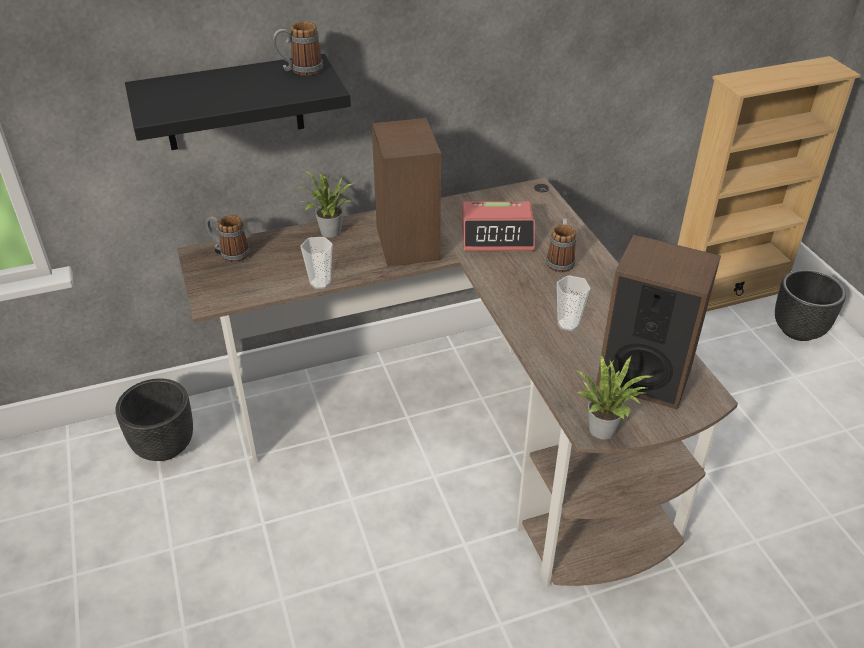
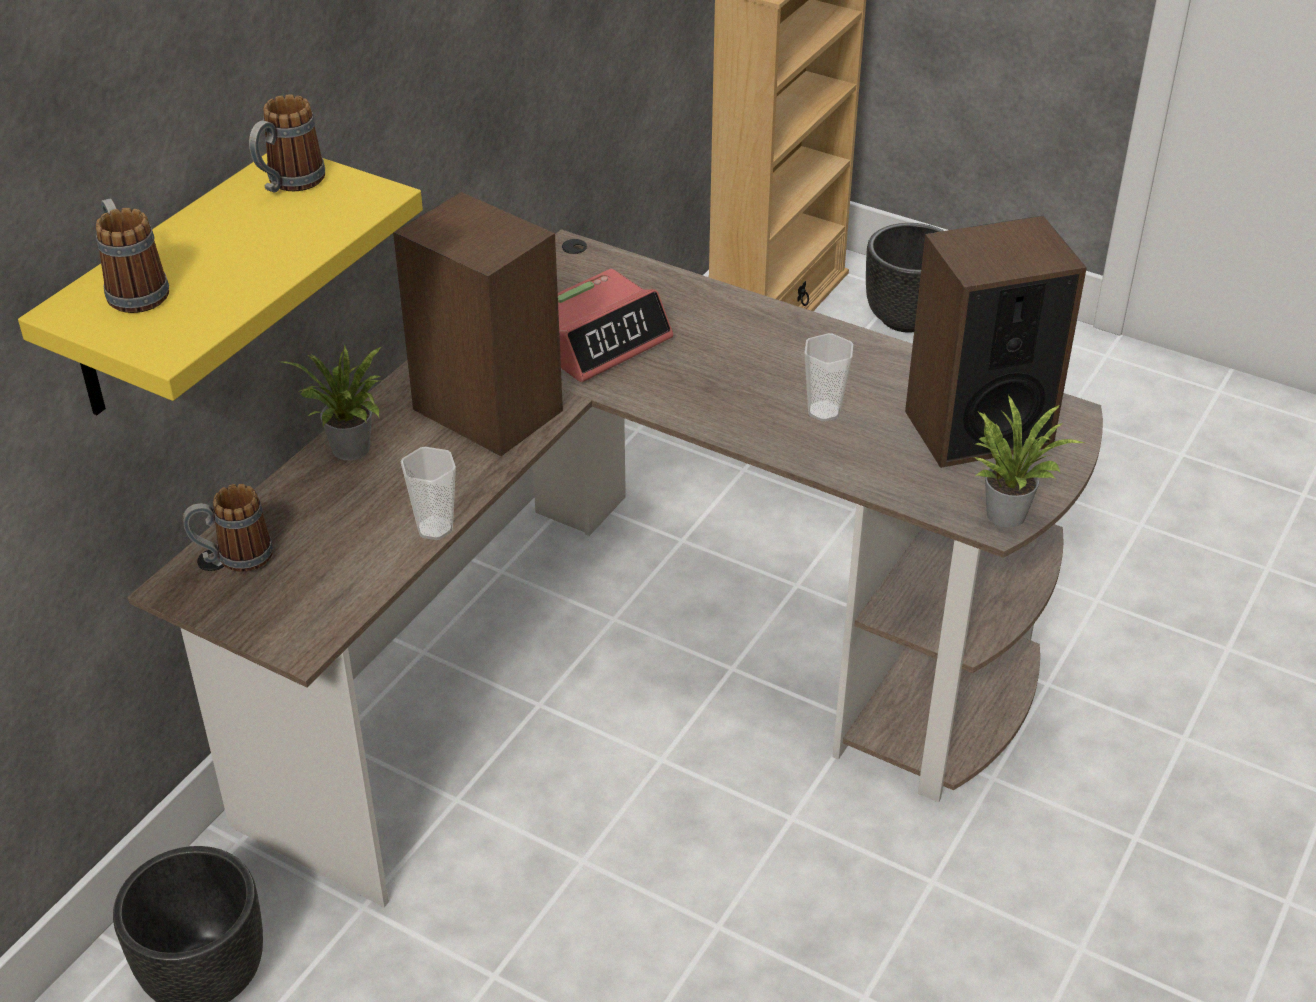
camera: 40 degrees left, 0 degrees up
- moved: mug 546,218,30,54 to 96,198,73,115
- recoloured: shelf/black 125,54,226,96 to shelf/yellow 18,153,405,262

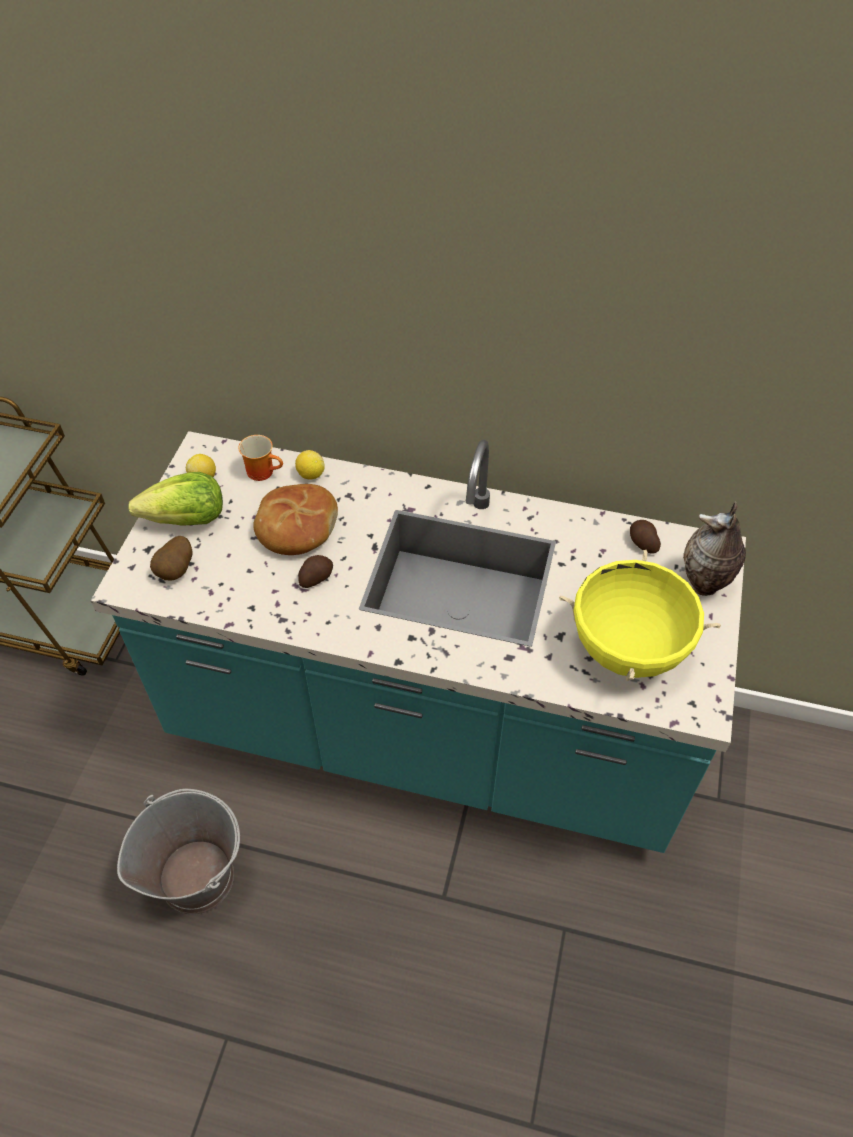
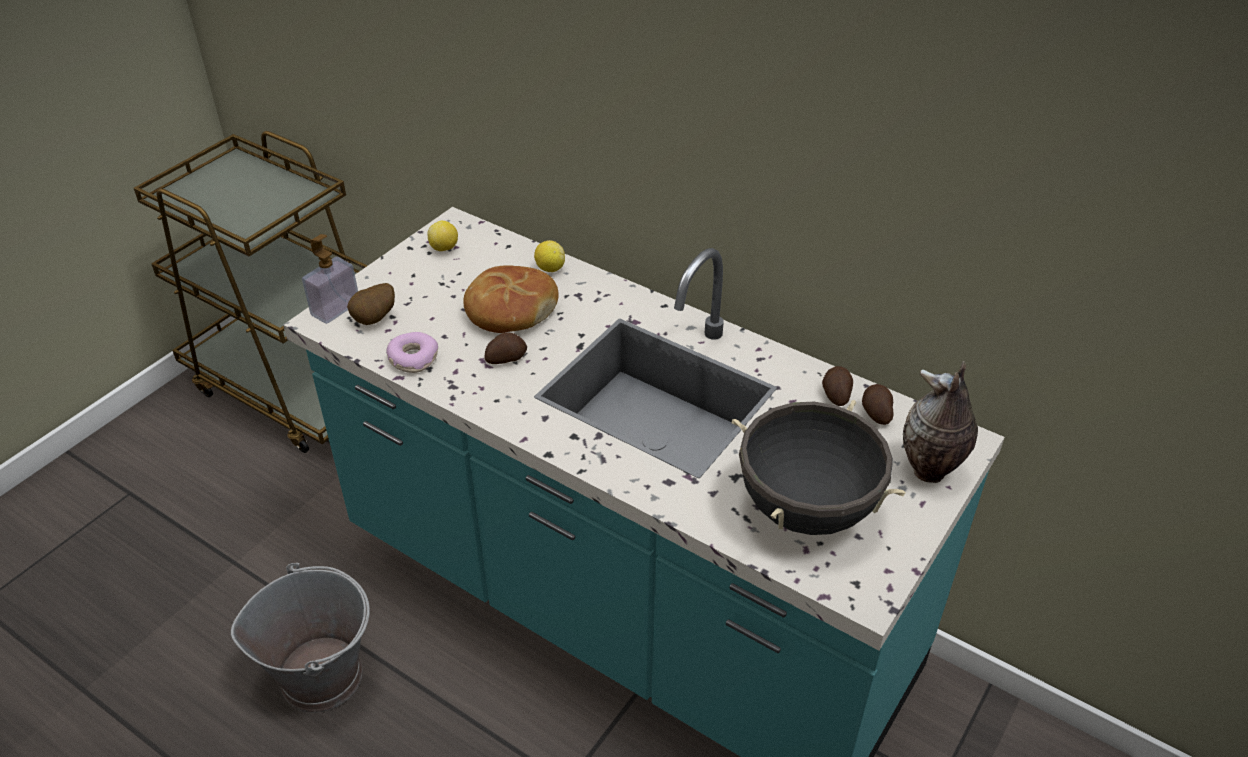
camera: 20 degrees right, 10 degrees down
- removed: lettuce 129,472,94,54
- removed: mug 239,435,44,46
- added: soap dispenser 302,234,56,90
- added: donut 386,332,52,41
- added: potato 822,366,31,40
- recoloured: cooking pot/yellow 559,550,162,131 to cooking pot/black 732,400,174,135

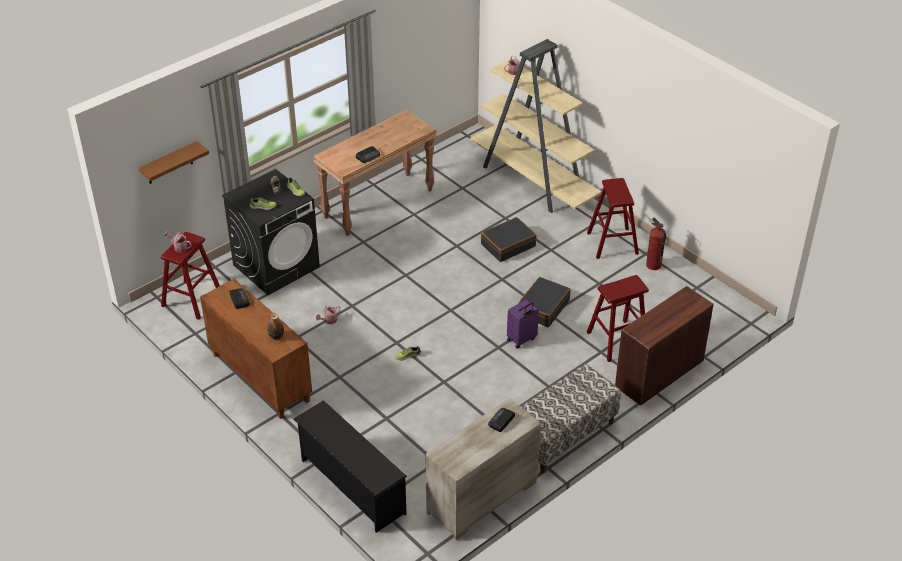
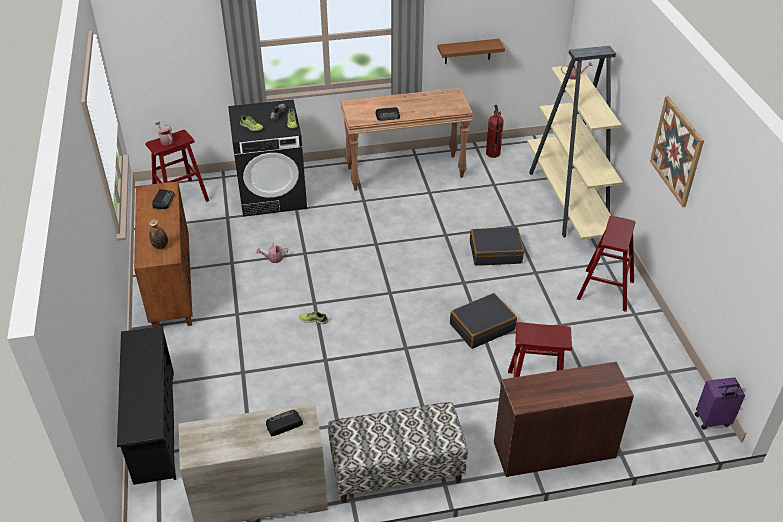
camera: 30 degrees right, 0 degrees up
- added: picture 650,96,54,111
- moved: shelf/brown 138,141,71,43 to 438,39,67,25
- moved: suitcase/purple 507,299,32,50 to 695,377,50,53
- moved: fire extinguisher 646,218,20,52 to 486,105,18,53

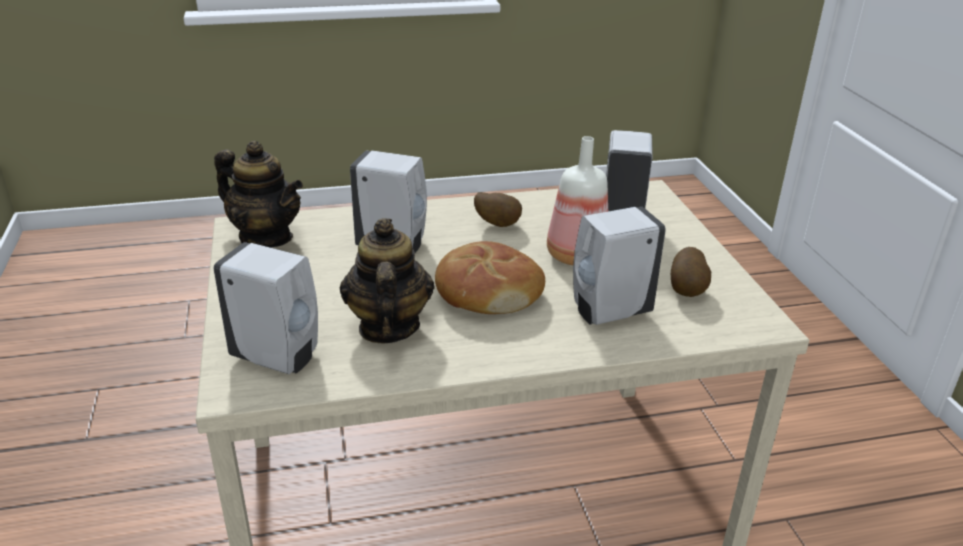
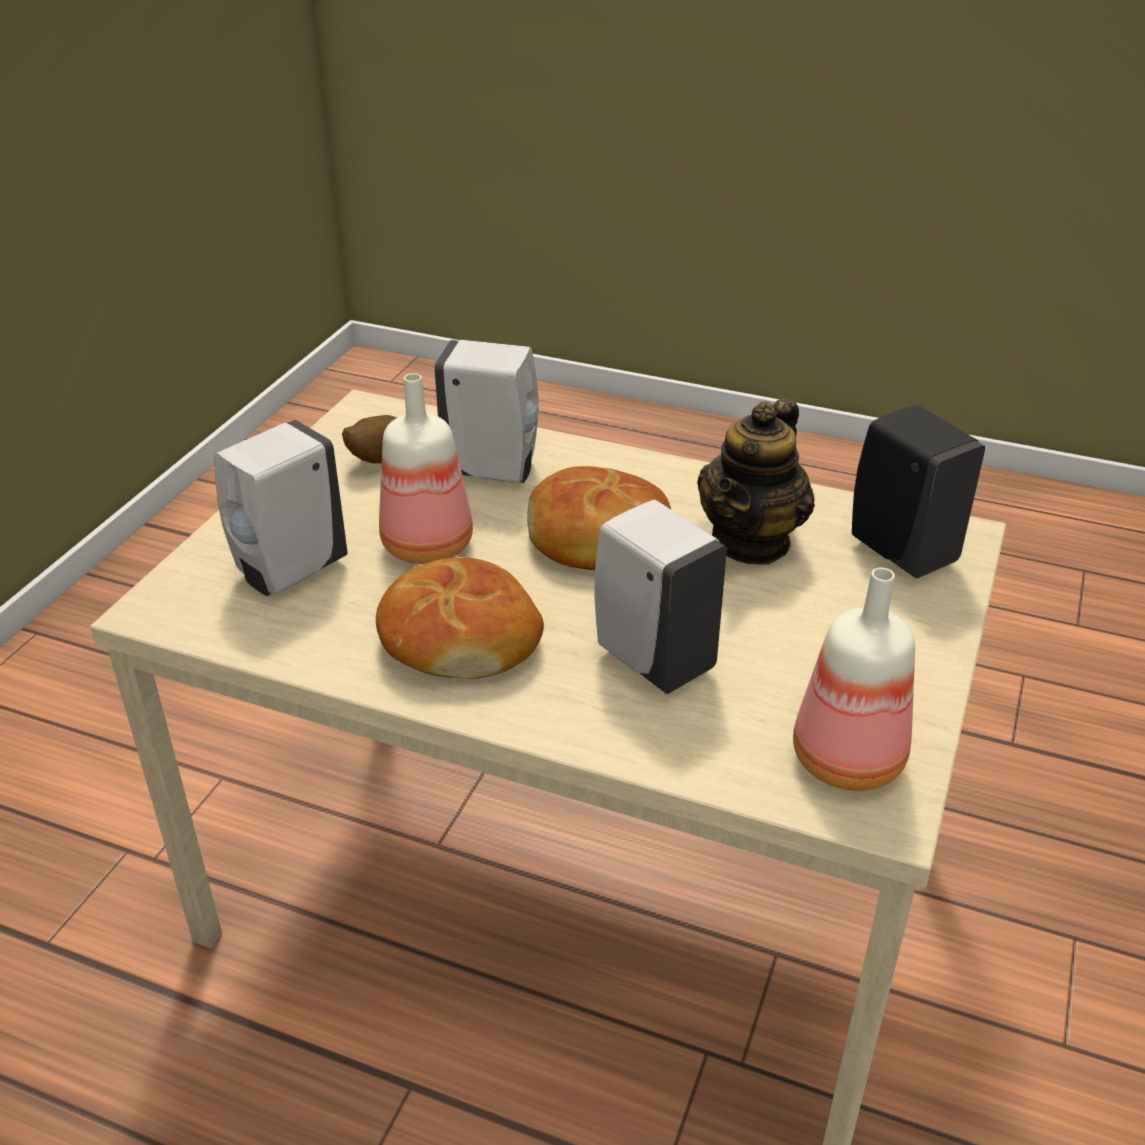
camera: 145 degrees left, 5 degrees up
- replaced: teapot 214,141,89,107 to bottle 793,568,122,223
- replaced: potato 474,192,48,35 to bread 376,557,168,122
- recoloured: soap dispenser/white 214,242,104,132 to soap dispenser/black 852,405,133,174

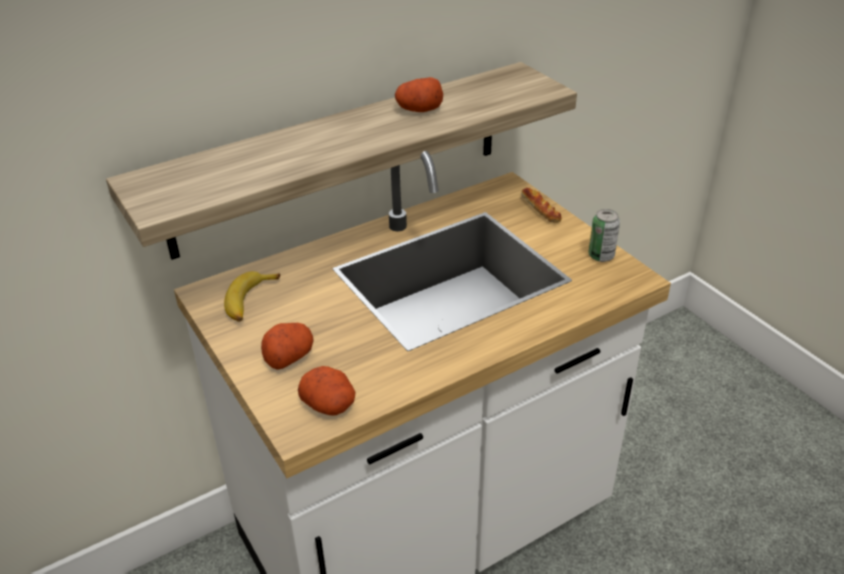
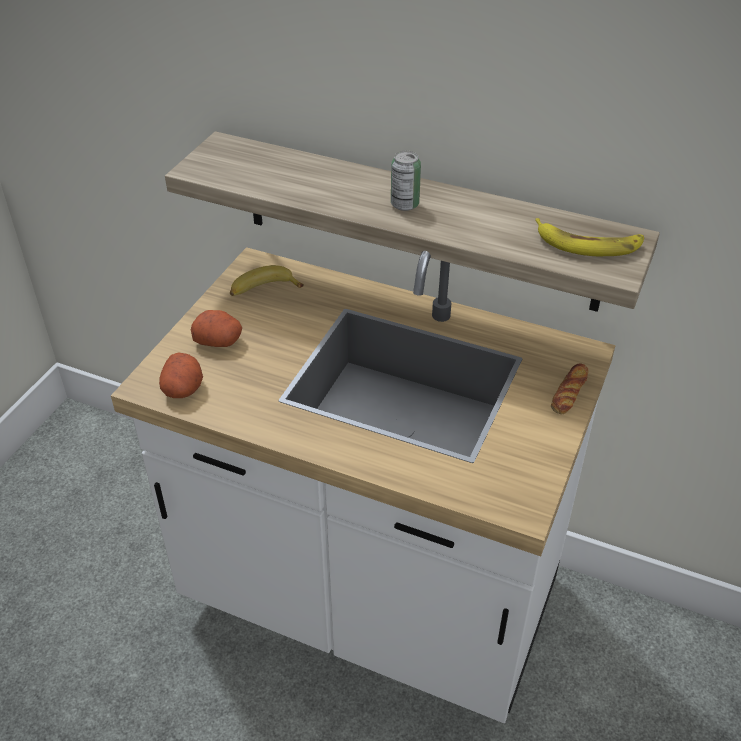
camera: 55 degrees right, 5 degrees up
- removed: potato 395,77,48,35
- added: banana 535,218,109,39
- moved: can 588,209,32,53 to 391,151,30,60

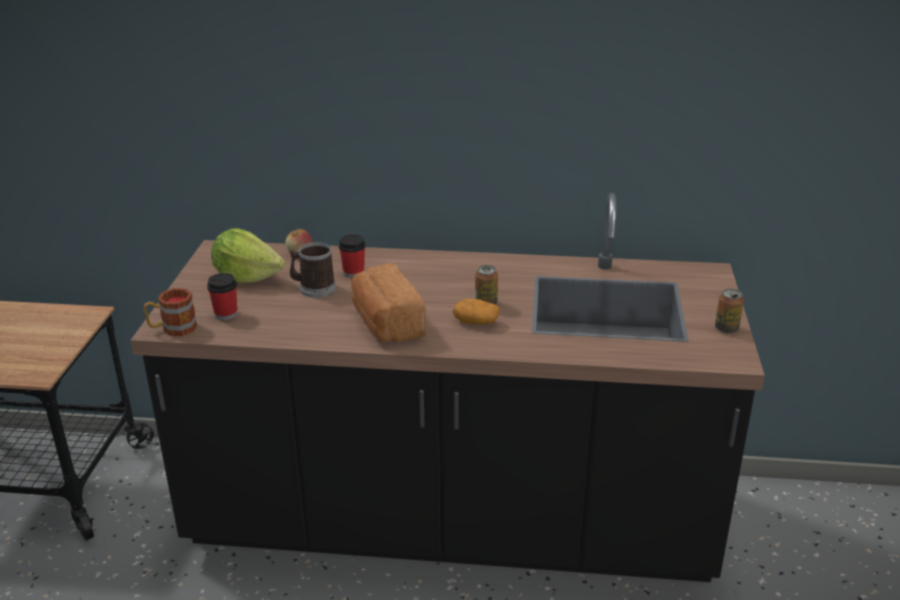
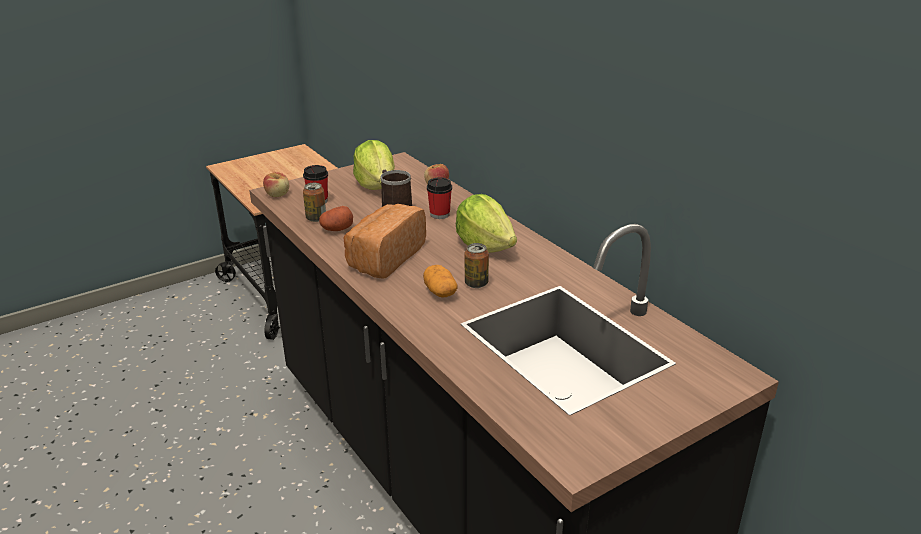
camera: 50 degrees right, 0 degrees up
- added: potato 319,206,34,25
- added: lettuce 456,194,61,58
- moved: can 715,289,29,44 to 303,183,23,39
- replaced: mug 143,288,54,48 to apple 263,172,26,25

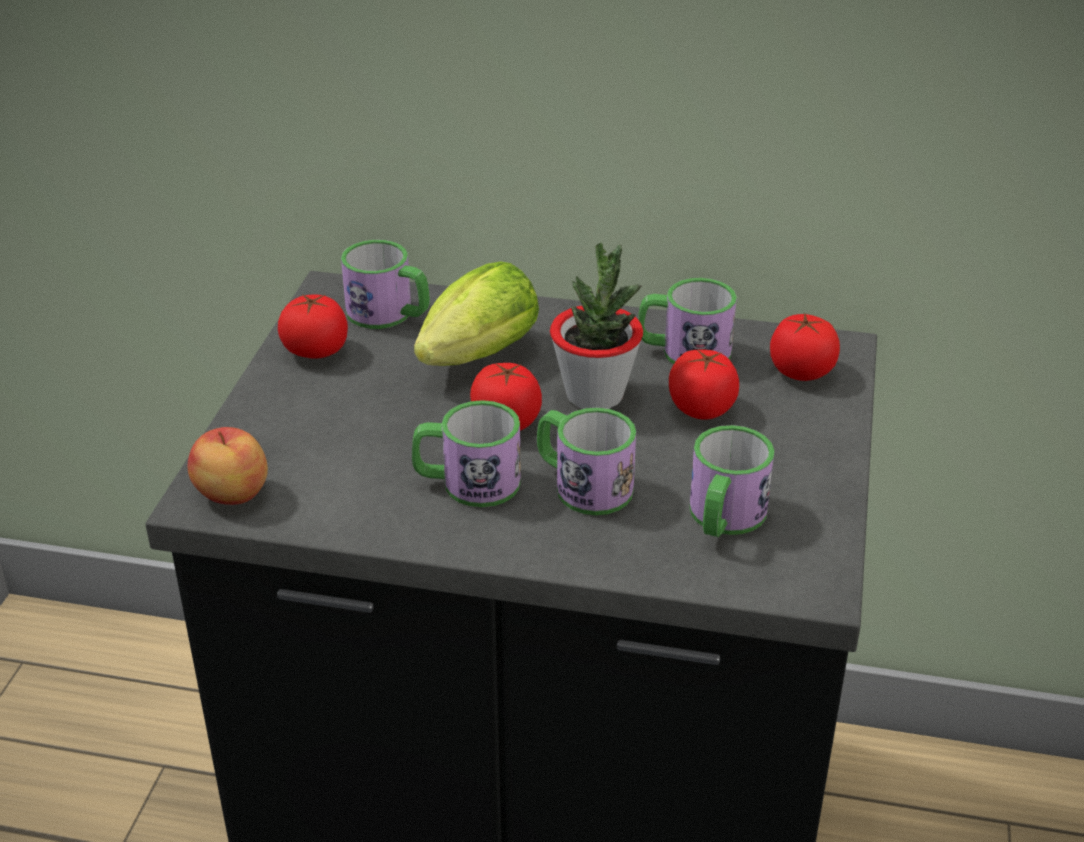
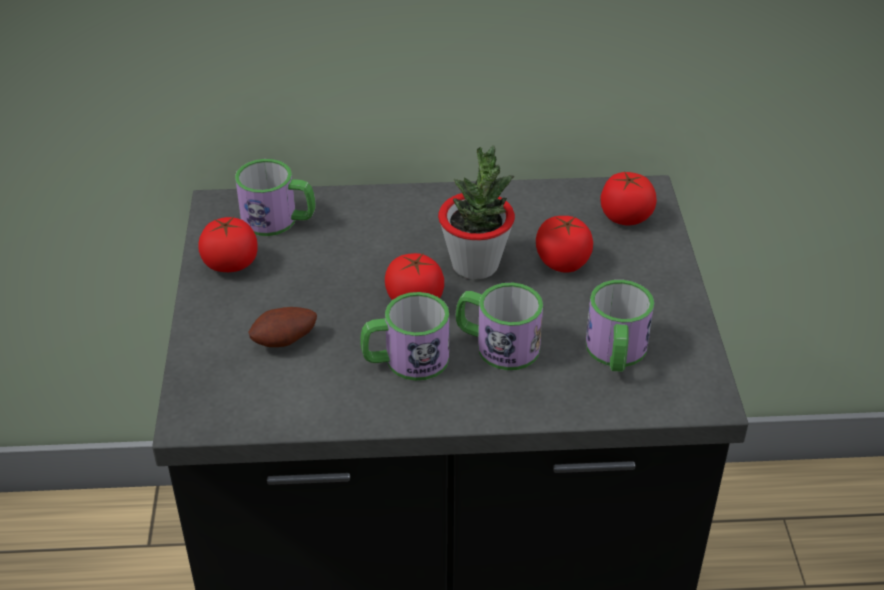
camera: 15 degrees left, 5 degrees up
- removed: apple 188,427,80,78
- removed: lettuce 414,261,125,105
- removed: mug 638,278,99,86
- added: potato 248,307,69,40

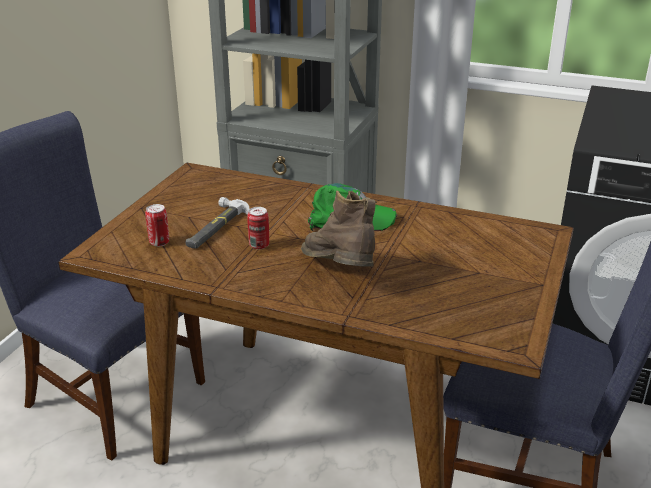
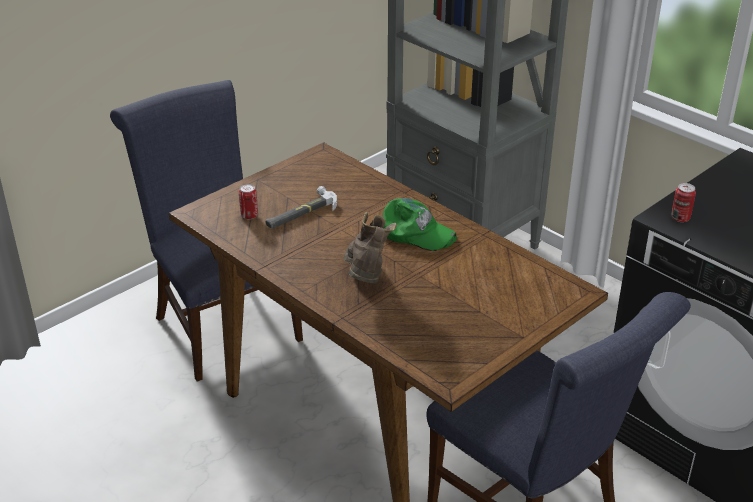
camera: 25 degrees right, 5 degrees up
- moved: can 247,207,22,42 to 671,183,25,39

